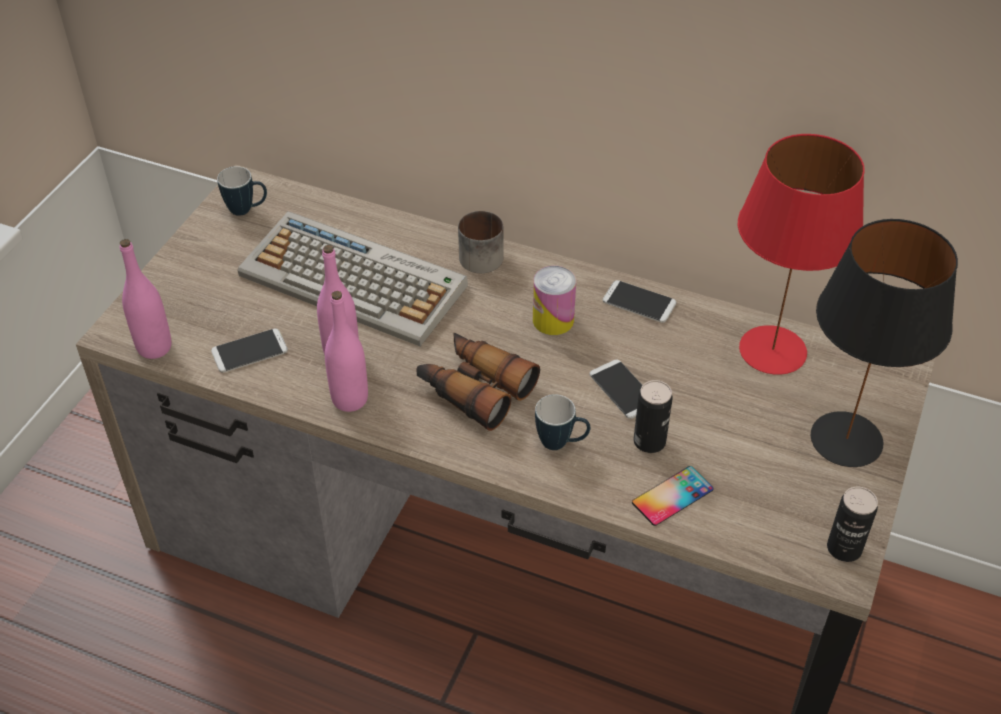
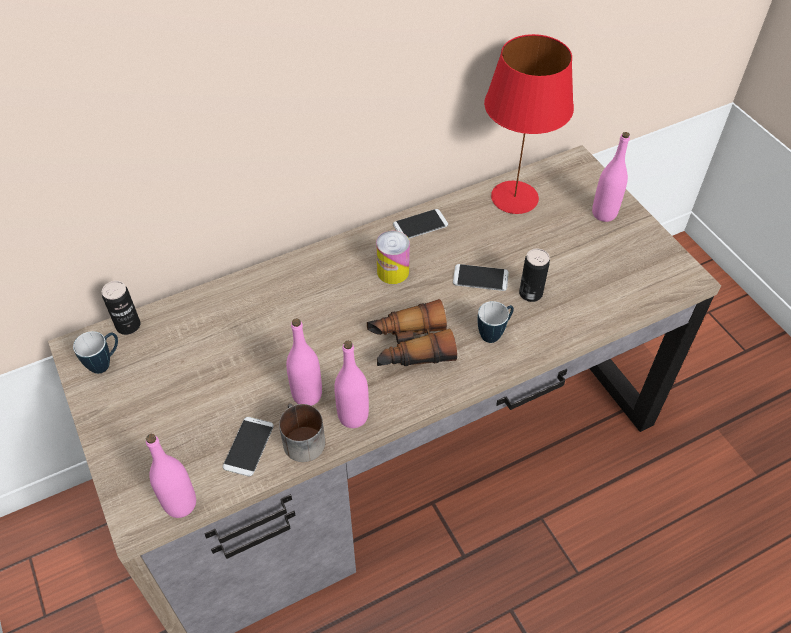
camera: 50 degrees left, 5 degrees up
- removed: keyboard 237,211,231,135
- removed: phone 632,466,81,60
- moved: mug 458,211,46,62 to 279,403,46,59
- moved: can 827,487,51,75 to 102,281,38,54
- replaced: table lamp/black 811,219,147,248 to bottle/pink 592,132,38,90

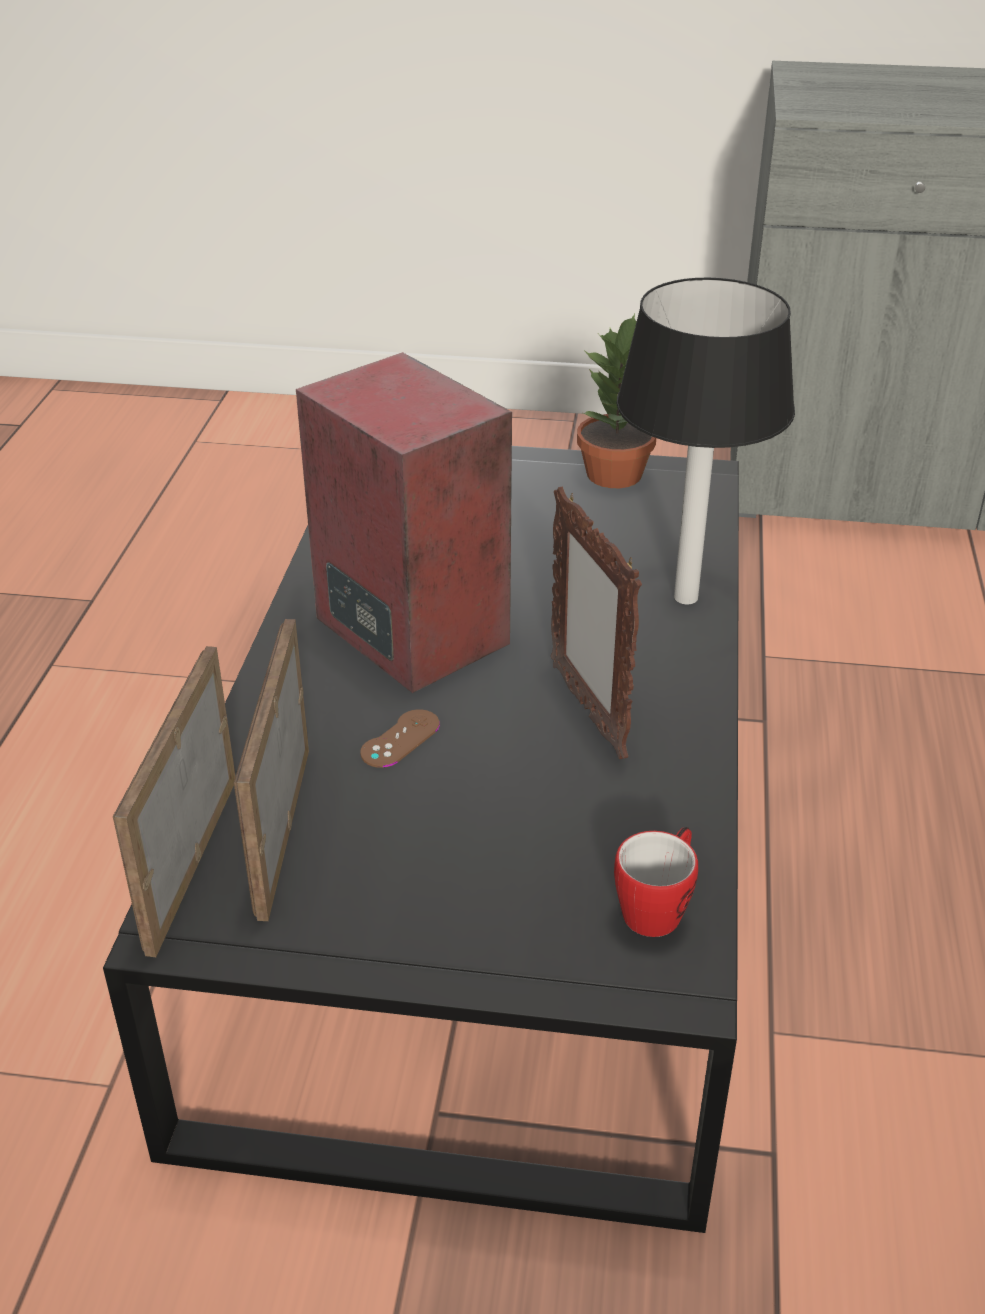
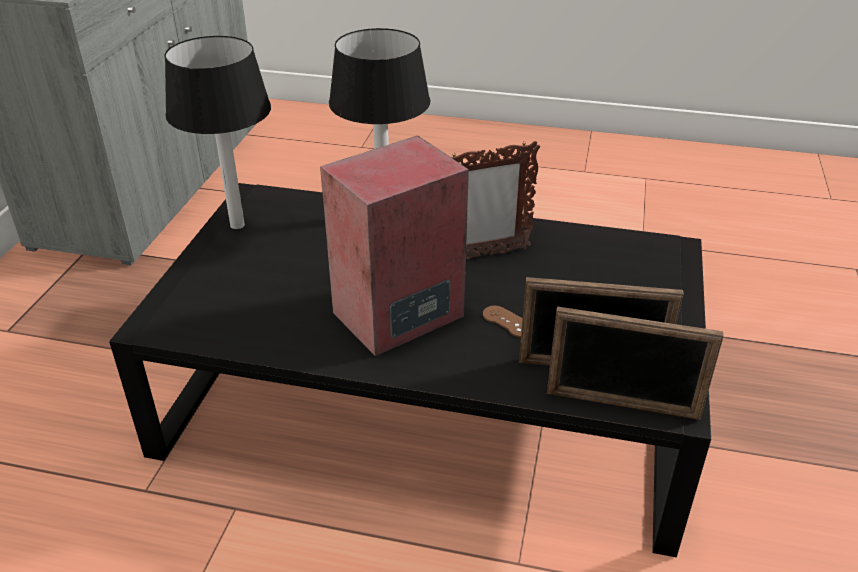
camera: 85 degrees left, 0 degrees up
- removed: mug 614,827,84,110
- replaced: potted plant 577,313,79,175 to table lamp 164,36,107,193

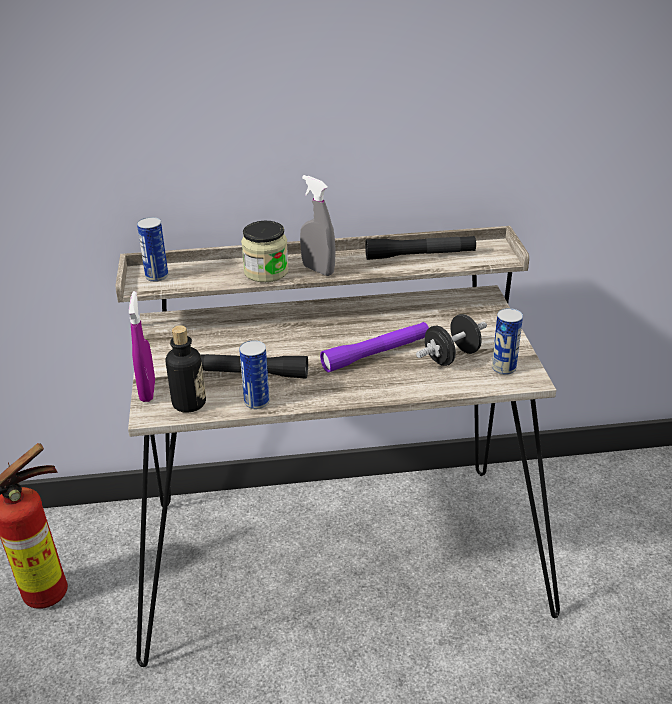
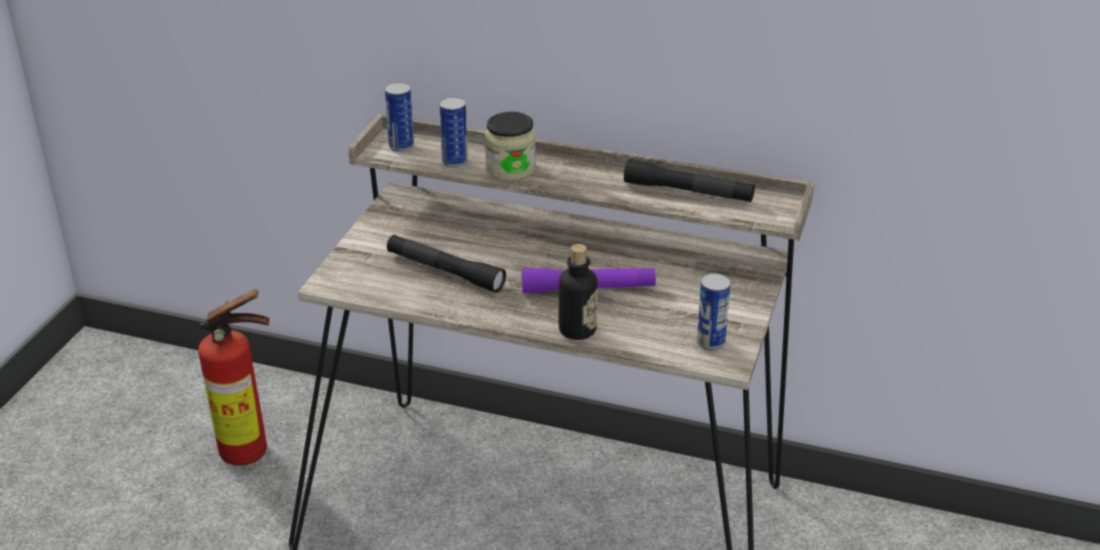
camera: 25 degrees right, 0 degrees up
- removed: spray bottle/purple 129,291,26,111
- removed: spray bottle/grey 300,175,36,101
- removed: dumbbell/black 416,314,71,52
- moved: bottle 166,325,40,88 to 559,244,39,96
- moved: can 239,340,31,69 to 439,97,29,71

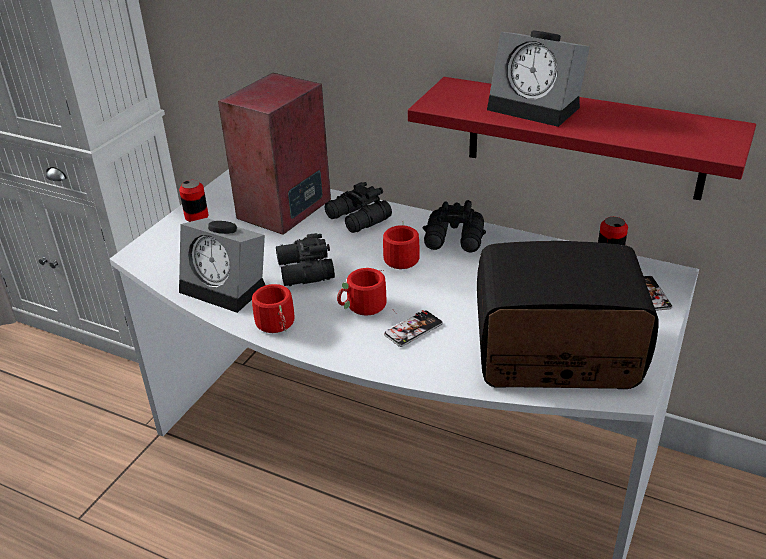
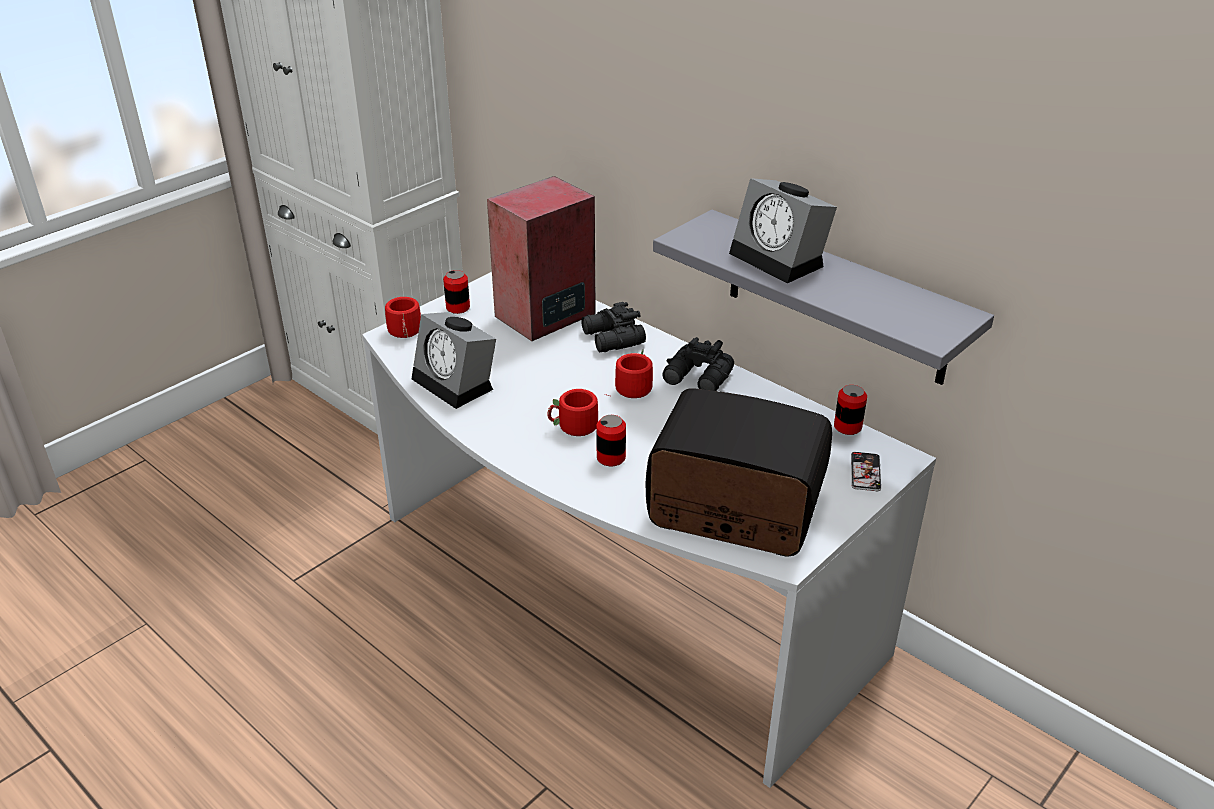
camera: 15 degrees right, 0 degrees up
- removed: binoculars/black 276,233,59,53
- moved: mug/red 252,284,42,49 to 385,297,36,41
- replaced: phone 384,310,59,37 to can 596,415,30,51
- recoloured: shelf/red 408,77,348,123 to shelf/grey 653,210,341,175

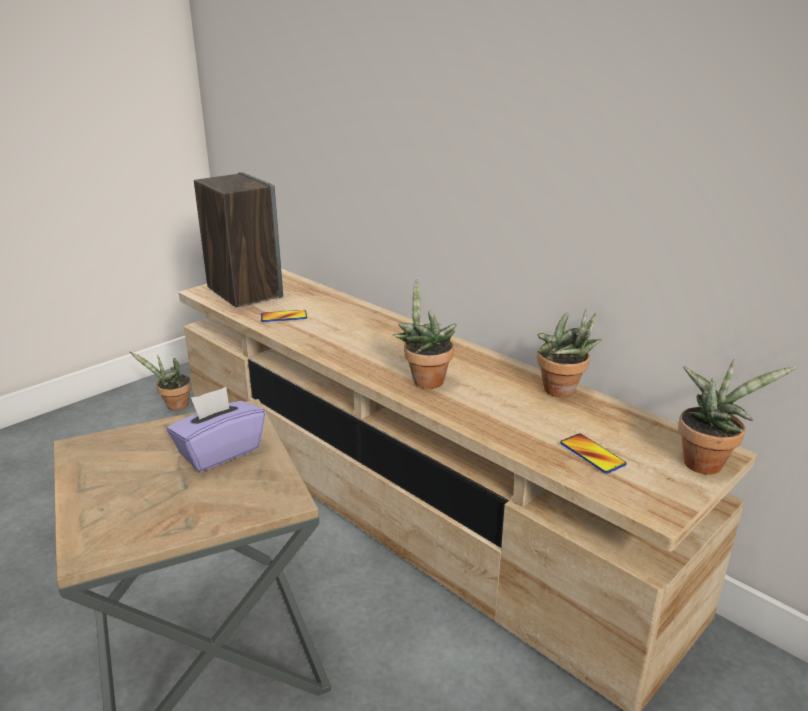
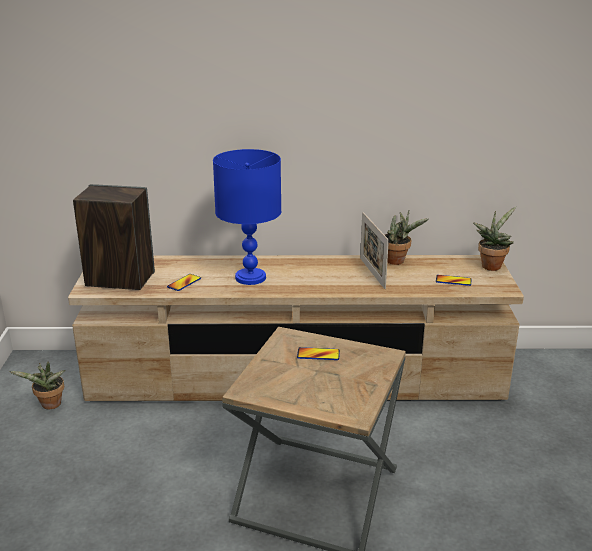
camera: 45 degrees left, 0 degrees up
- removed: potted plant 393,278,63,111
- added: table lamp/blue 213,149,68,136
- added: picture frame 360,212,29,77
- replaced: tissue box/purple 167,387,98,85 to phone 297,347,43,13

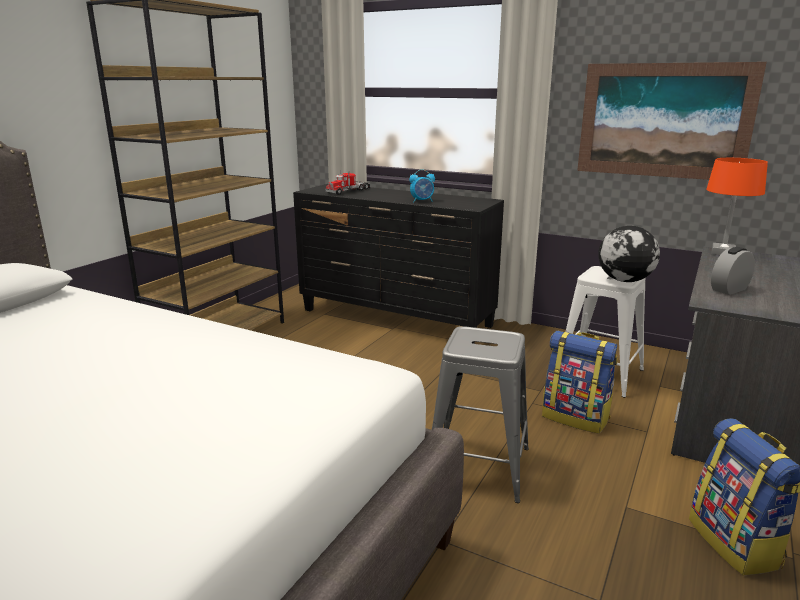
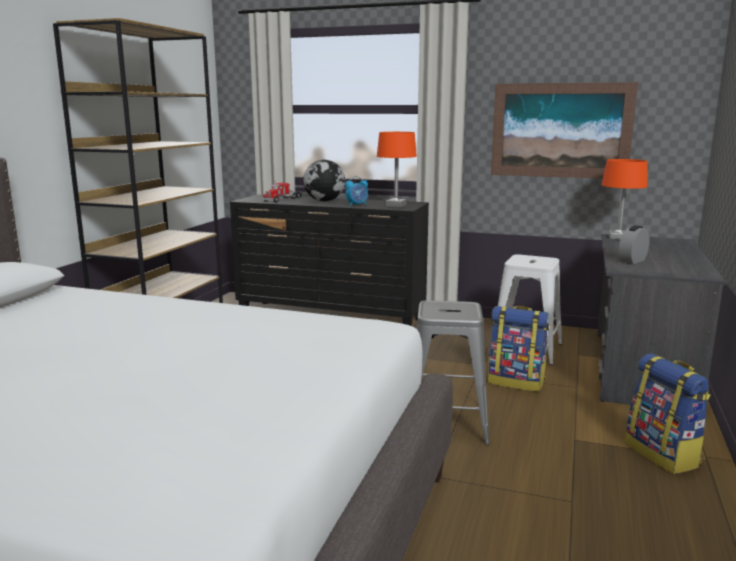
camera: 10 degrees left, 5 degrees down
- added: table lamp/orange 377,132,40,75
- moved: globe 598,226,62,56 to 303,160,42,41

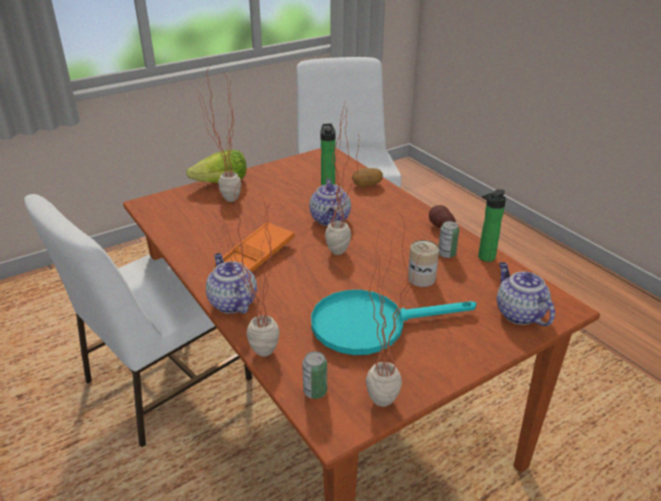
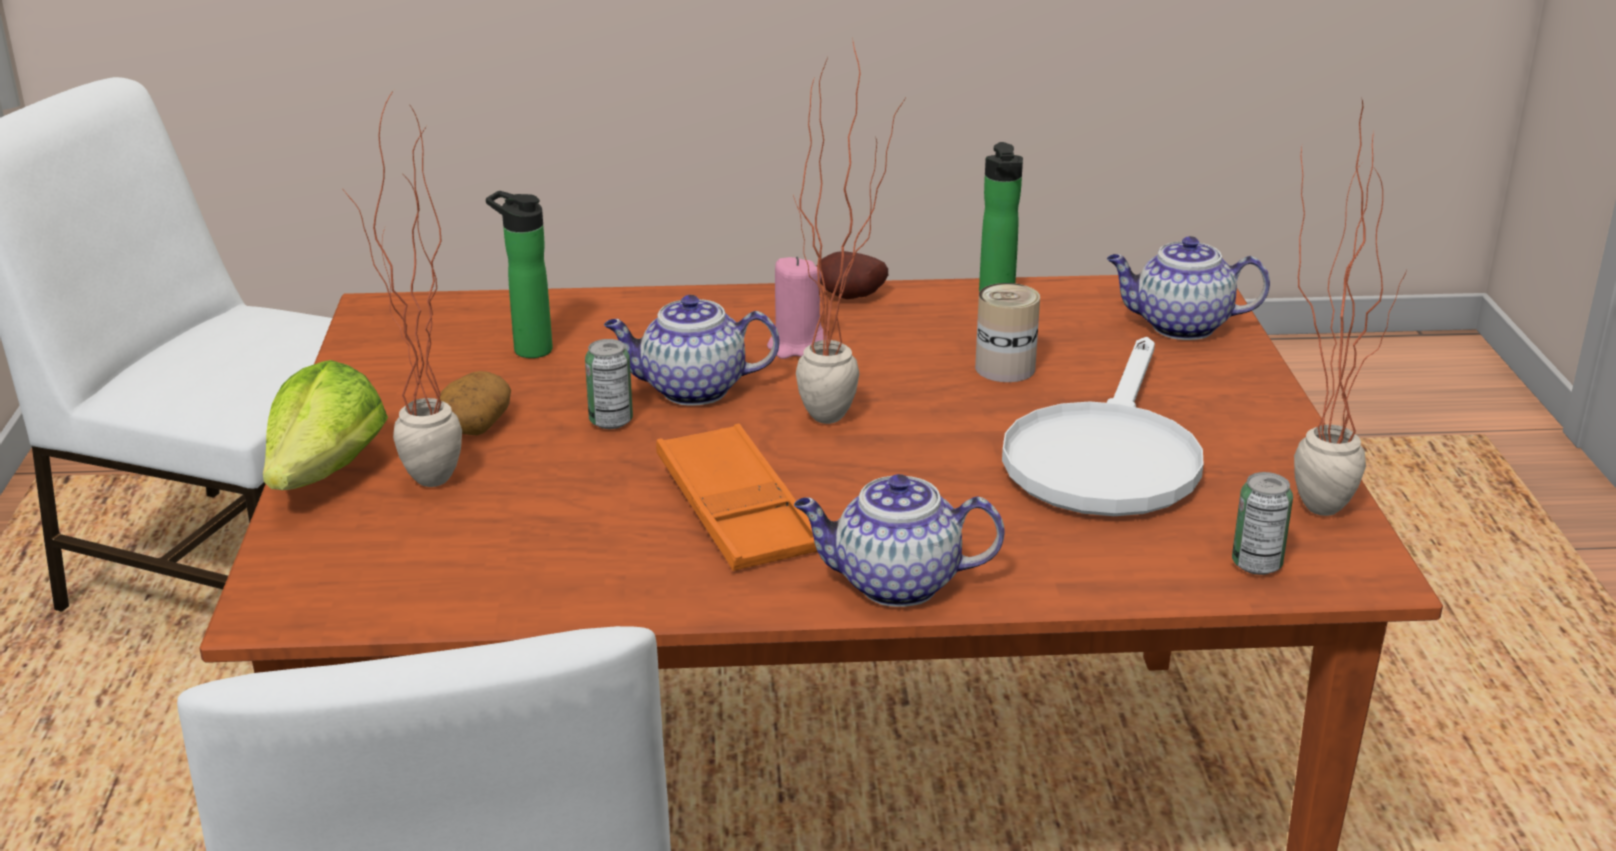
camera: 60 degrees left, 5 degrees down
- removed: potted plant 218,182,61,175
- added: candle/pink 767,256,59,103
- moved: potato 352,168,31,19 to 440,371,71,65
- moved: can 438,221,21,37 to 585,339,48,90
- recoloured: frying pan/turquoise 311,290,166,65 to frying pan/white 1002,337,201,179
- turned: teapot 309,179,42,47 = 604,295,176,111 150 degrees clockwise

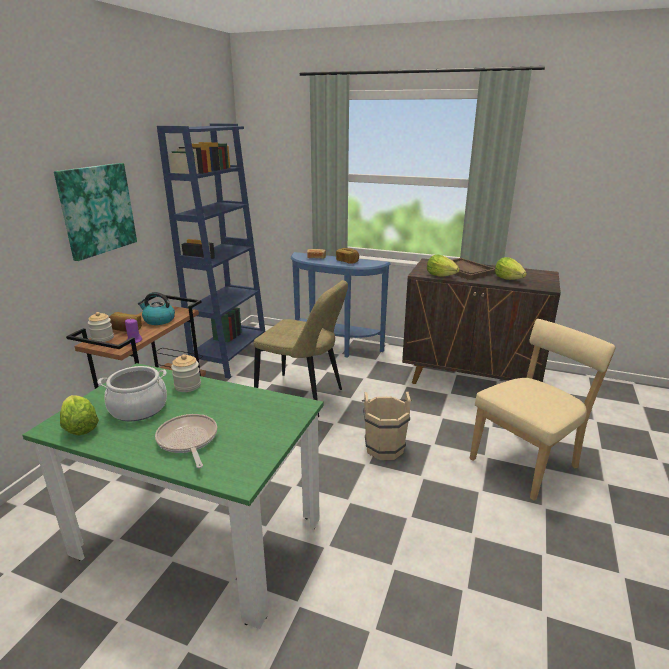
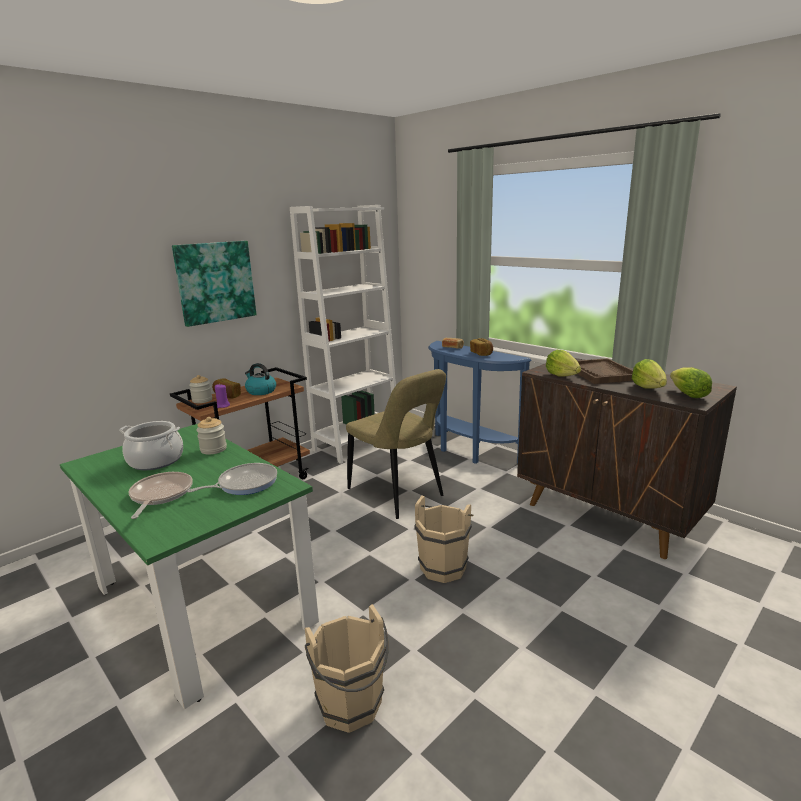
camera: 25 degrees right, 5 degrees down
- removed: chair/beige 470,319,146,182
- added: frying pan 187,463,90,32
- added: bucket/beige 305,604,84,129
- moved: lettuce 60,395,39,40 to 670,367,42,31
- recoloured: bookcase/blue 157,123,108,256 to bookcase/white 290,205,106,259

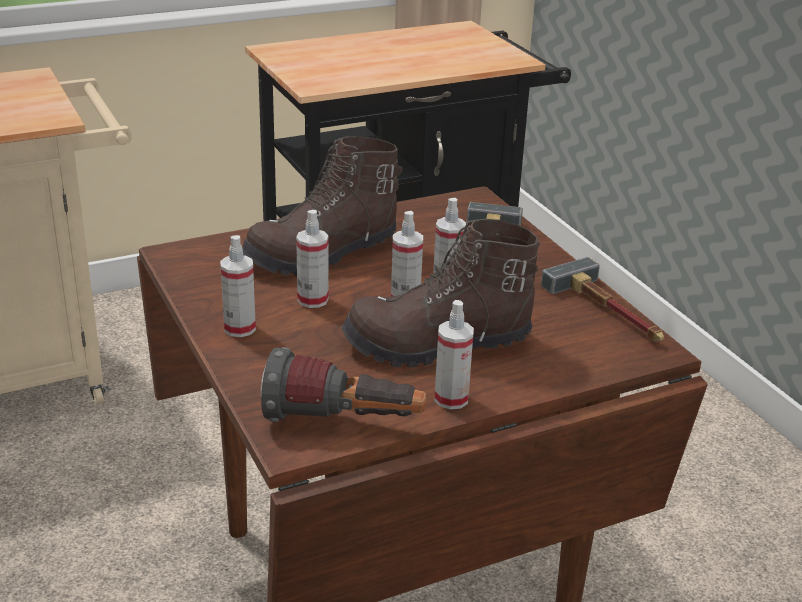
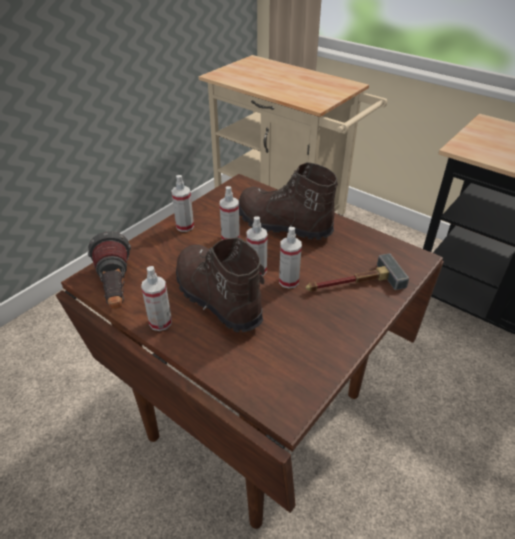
camera: 65 degrees right, 10 degrees up
- removed: hammer 541,257,123,84

